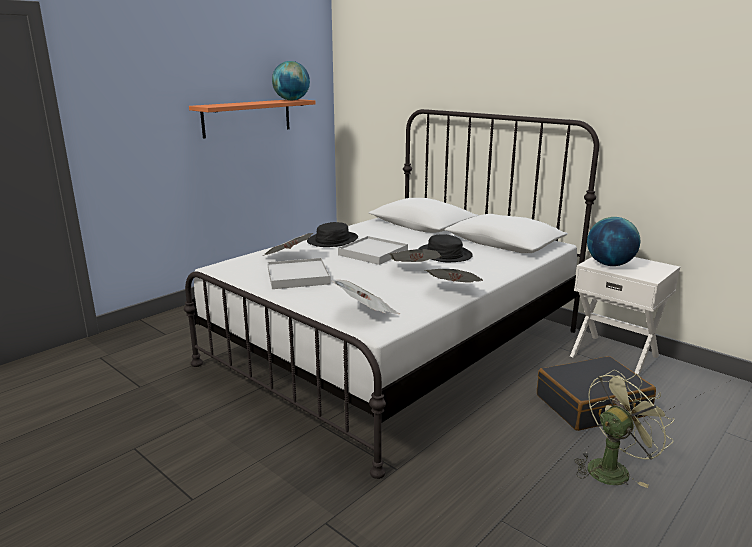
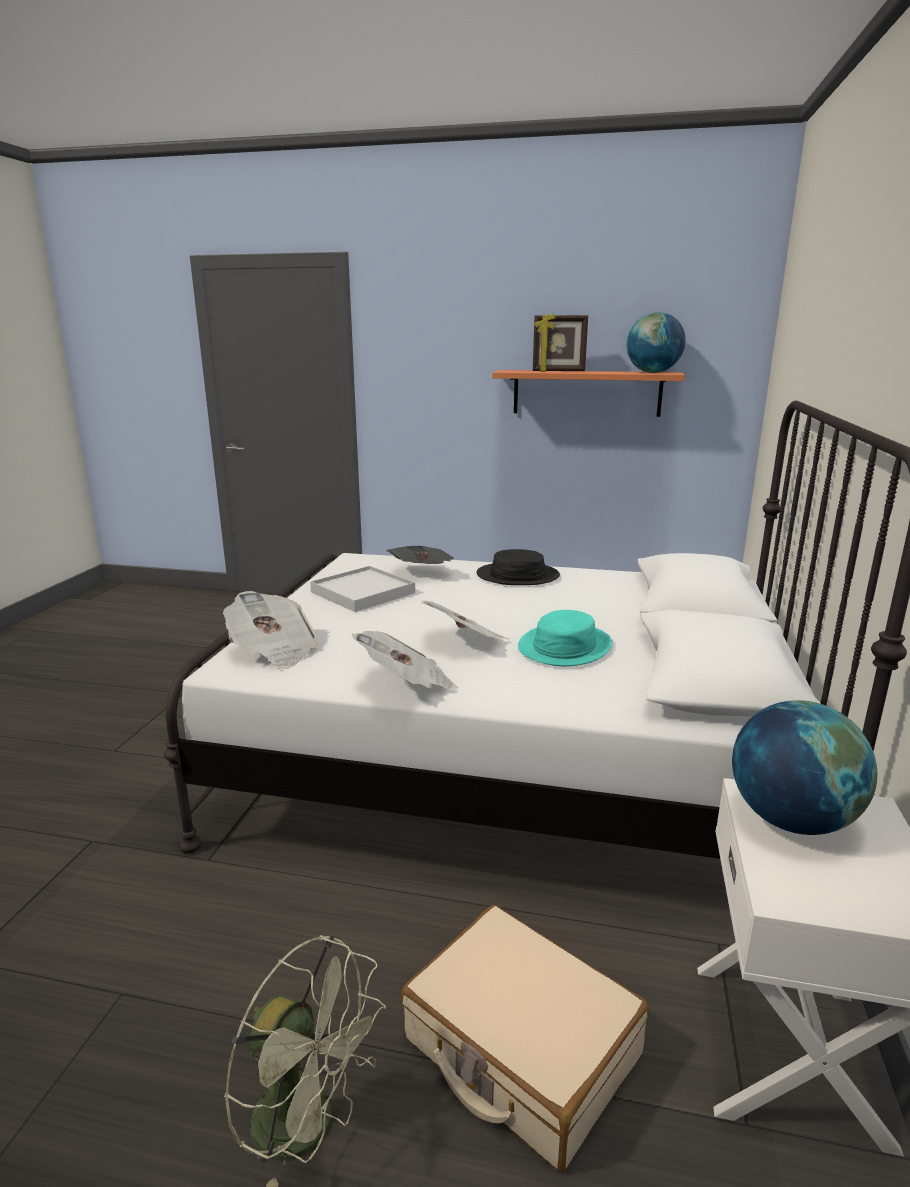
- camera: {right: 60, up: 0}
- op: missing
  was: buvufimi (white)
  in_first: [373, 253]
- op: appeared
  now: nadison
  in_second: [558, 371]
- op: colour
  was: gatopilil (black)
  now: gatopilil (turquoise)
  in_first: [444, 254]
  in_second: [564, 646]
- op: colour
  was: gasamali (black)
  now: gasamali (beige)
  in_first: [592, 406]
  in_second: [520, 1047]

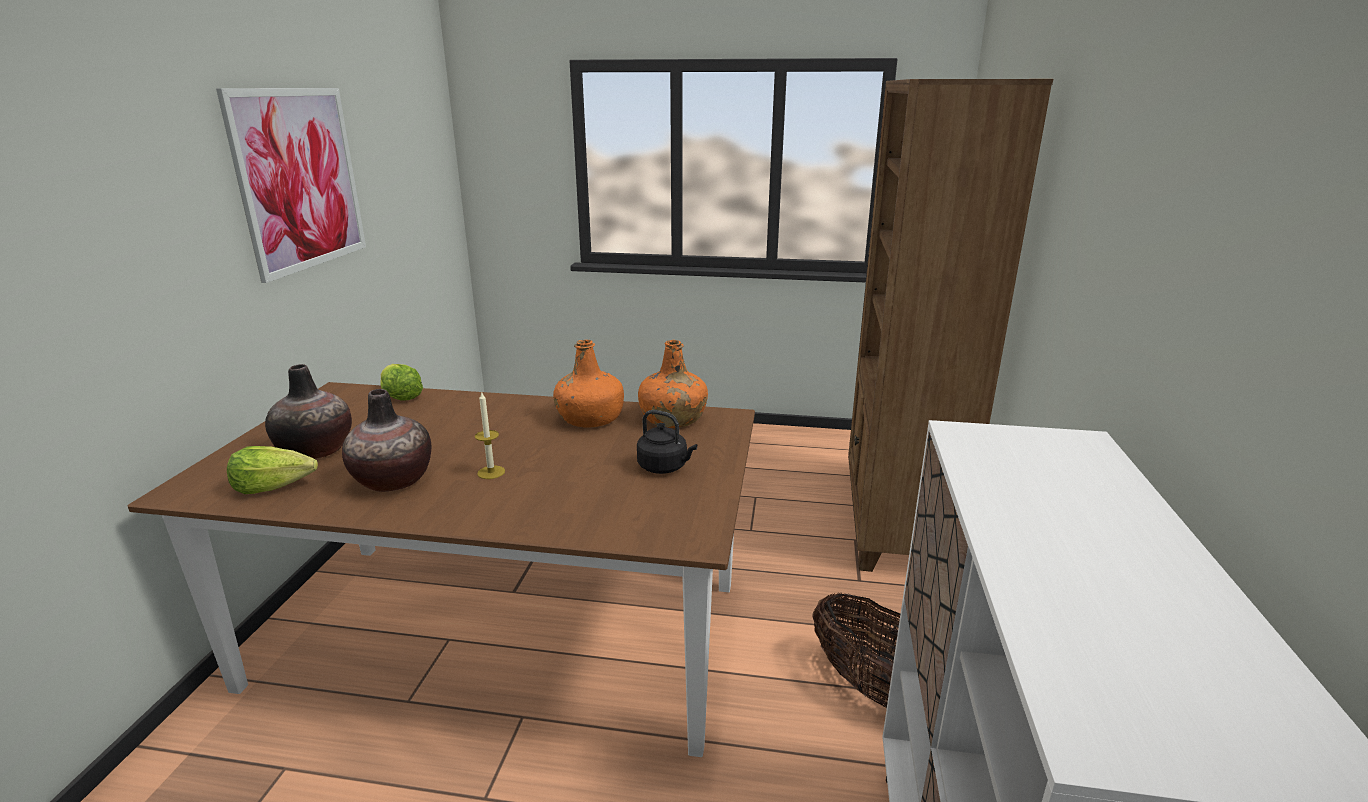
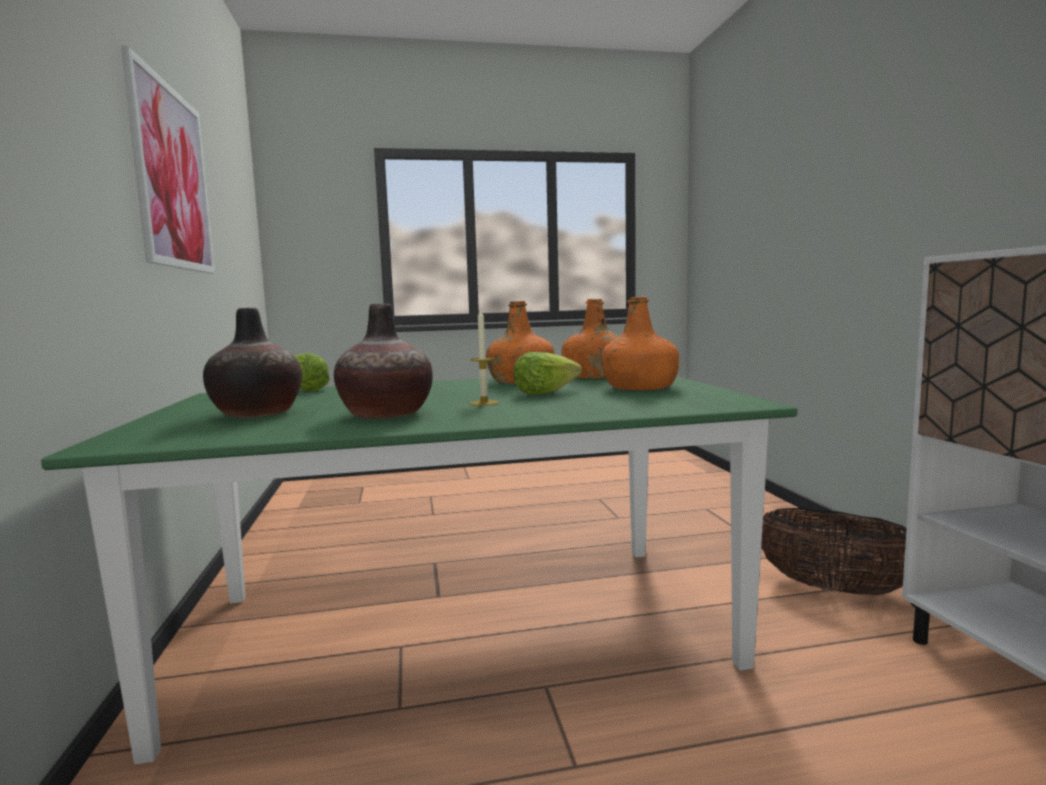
- camera: {right: -20, up: -15}
- op: missing
  was: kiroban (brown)
  in_first: [896, 522]
- op: relocated
  was: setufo
  in_first: [274, 486]
  in_second: [545, 392]
- op: exchanged
  was: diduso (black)
  now: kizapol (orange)
  in_first: [665, 467]
  in_second: [640, 388]
- op: colour
  was: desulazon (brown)
  now: desulazon (green)
  in_first: [505, 633]
  in_second: [460, 628]

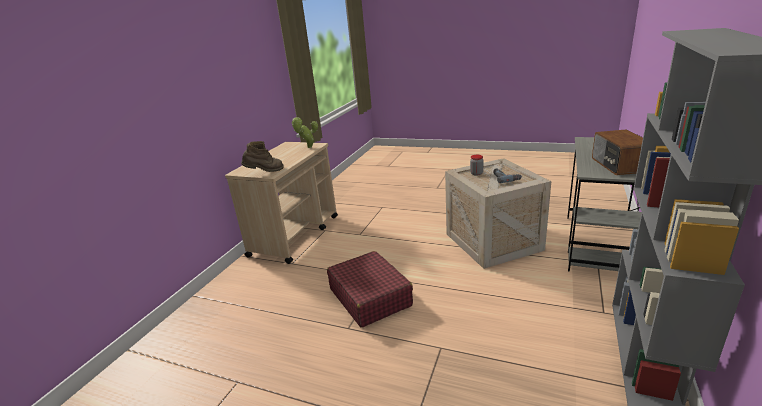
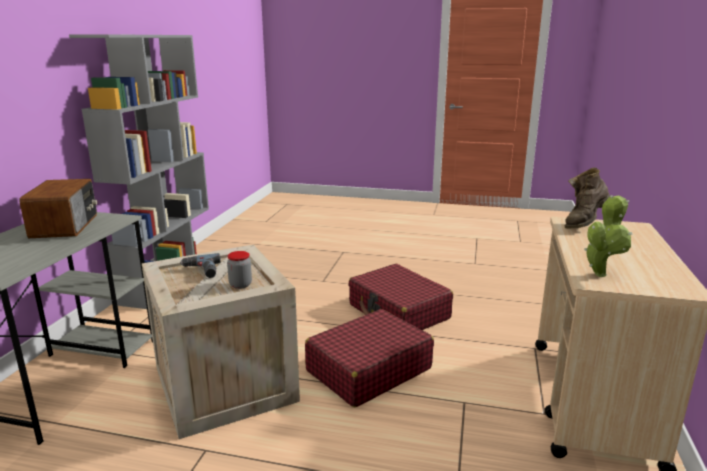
- camera: {right: 170, up: -5}
- op: appeared
  now: gasamali (red)
  in_second: [368, 370]

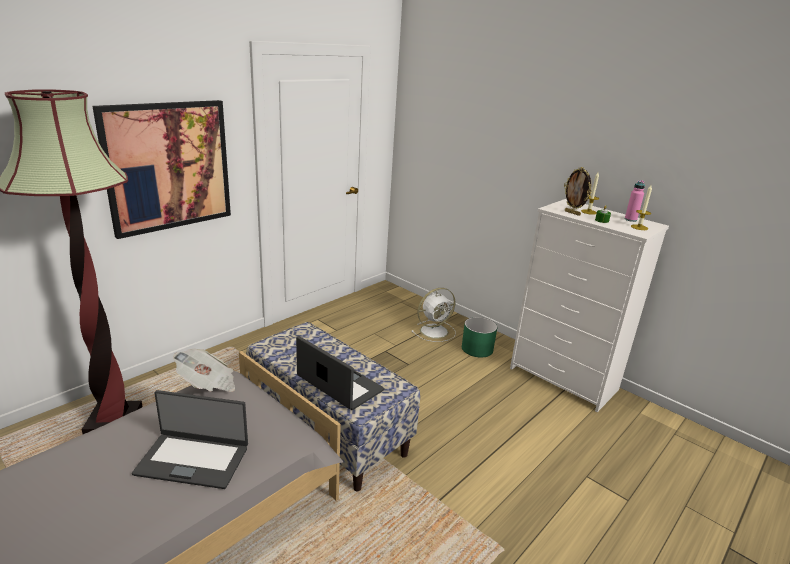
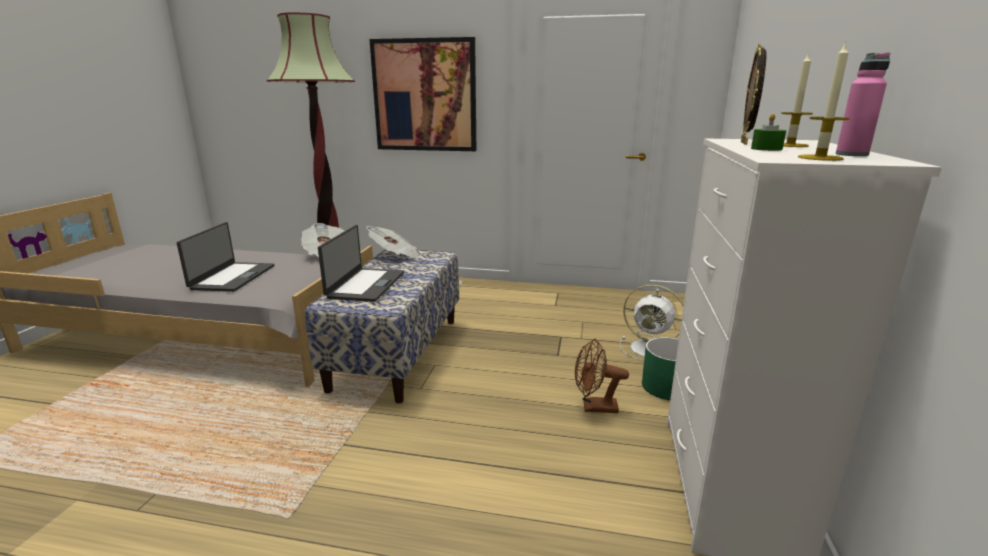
- camera: {right: 60, up: -5}
- op: appeared
  now: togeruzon
  in_second: [395, 255]
- op: appeared
  now: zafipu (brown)
  in_second: [594, 407]
- op: spun
  was: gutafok
  in_first: [193, 459]
  in_second: [232, 277]
  clockwise: -150

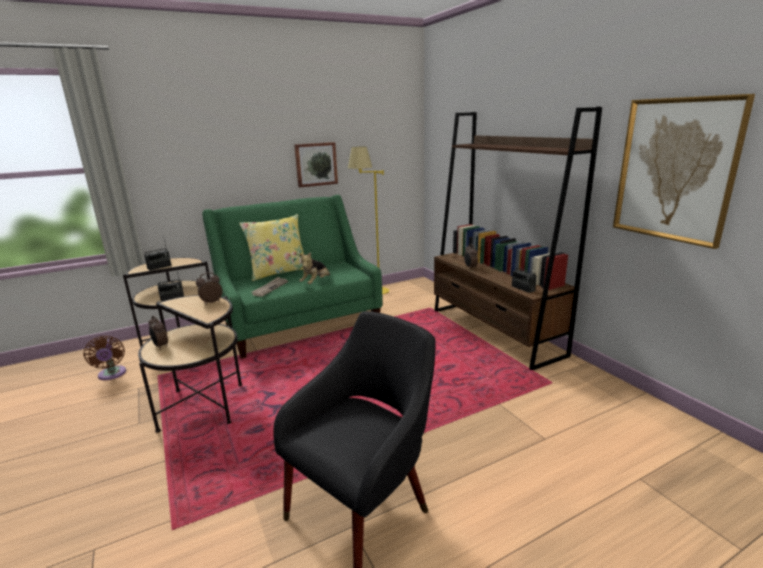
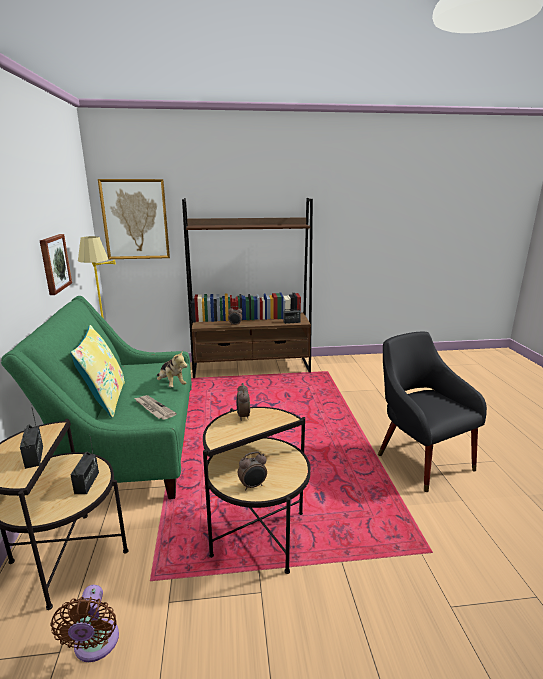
- camera: {right: -70, up: 0}
- op: relocated
  was: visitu
  in_first: [675, 170]
  in_second: [135, 219]
- op: spun
  was: zafipu (brown)
  in_first: [112, 375]
  in_second: [95, 645]
  clockwise: 90

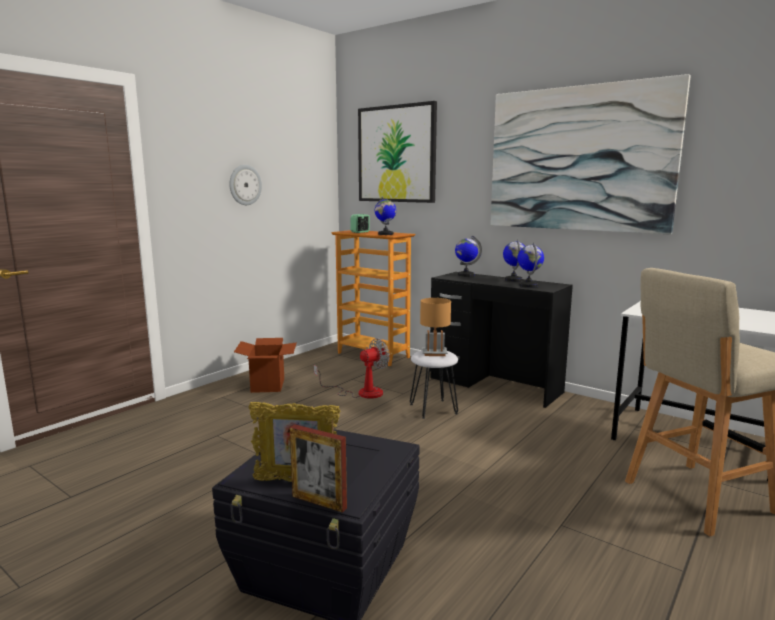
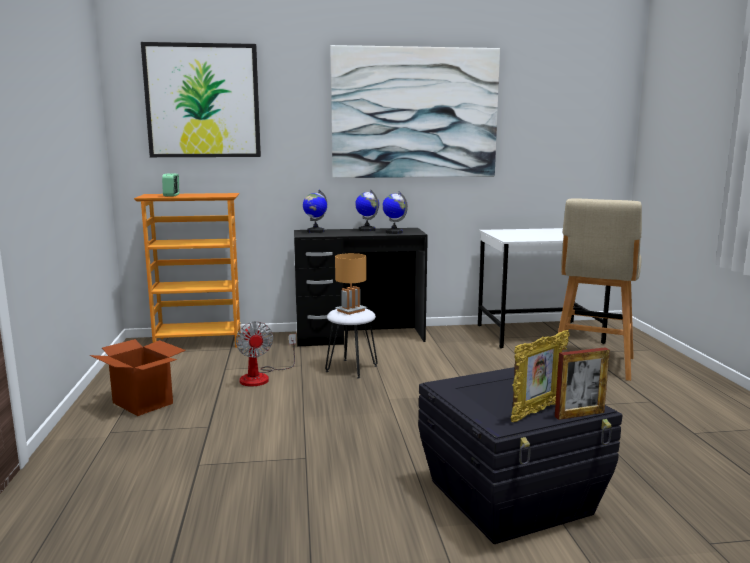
- camera: {right: -45, up: 0}
- op: missing
  was: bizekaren
  in_first: [245, 185]
- op: missing
  was: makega
  in_first: [385, 234]
- op: spun
  was: zafipu
  in_first: [361, 392]
  in_second: [261, 377]
  clockwise: 150

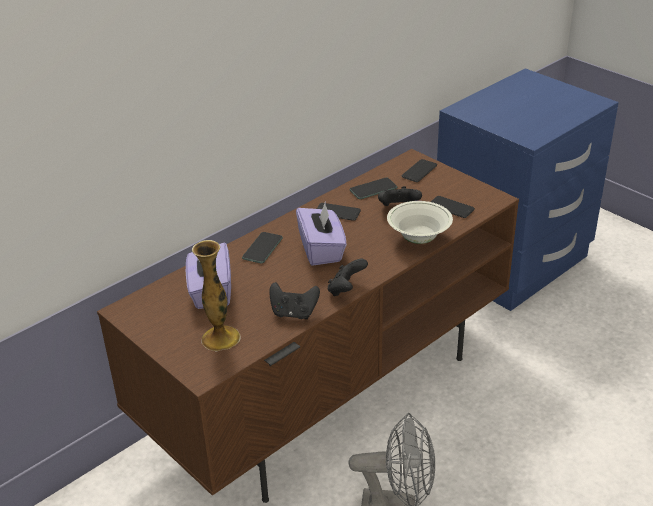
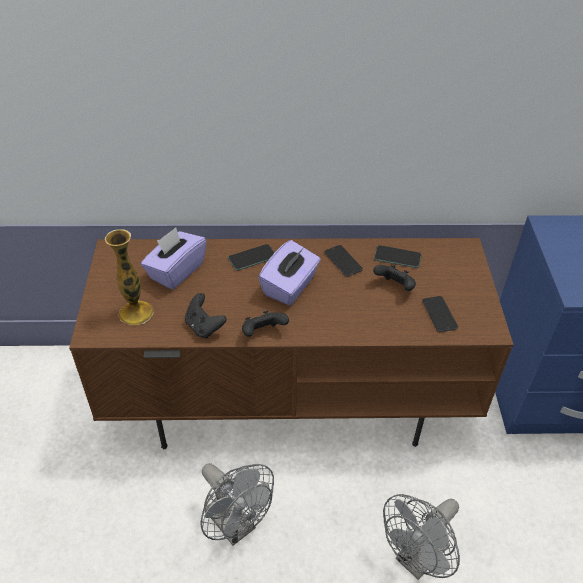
- camera: {right: 40, up: 10}
- op: missing
  was: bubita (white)
  in_first: [419, 239]
- op: missing
  was: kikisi
  in_first: [419, 171]
- op: appeared
  now: zafipu (grey)
  in_second: [417, 560]

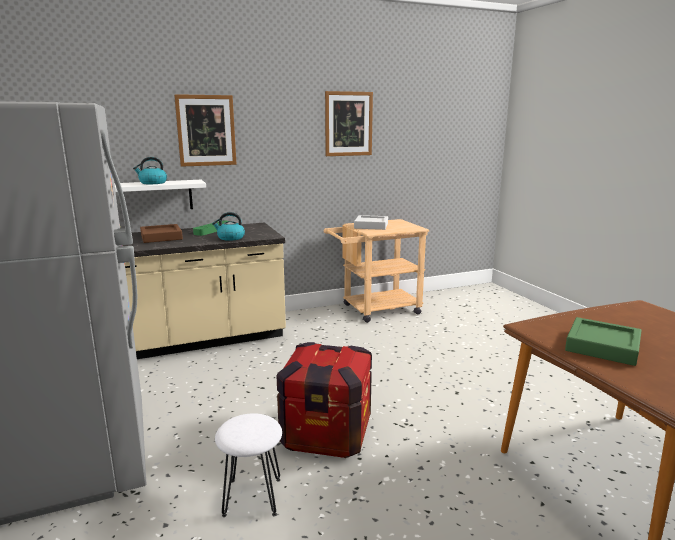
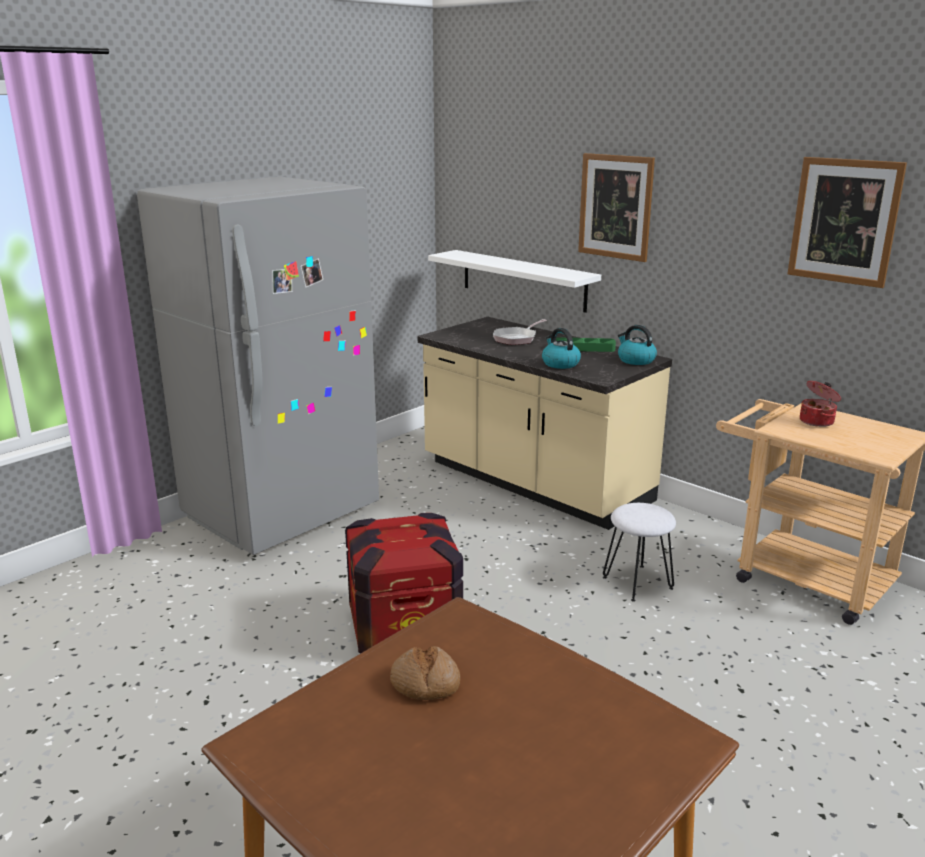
- camera: {right: 65, up: 5}
- op: relocated
  was: diduso
  in_first: [152, 183]
  in_second: [635, 360]
- op: relocated
  was: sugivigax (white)
  in_first: [253, 496]
  in_second: [638, 583]
- op: exchanged
  was: buvufimi (brown)
  now: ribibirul
  in_first: [161, 237]
  in_second: [517, 338]
- op: exchanged
  was: buvufimi (grey)
  now: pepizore
  in_first: [371, 226]
  in_second: [817, 421]
- op: exchanged
  was: buvufimi (green)
  now: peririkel
  in_first: [602, 346]
  in_second: [425, 683]

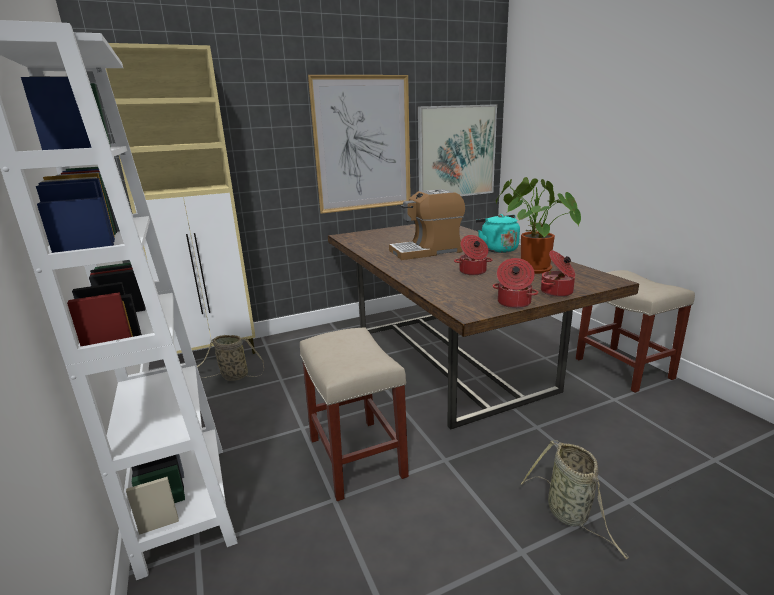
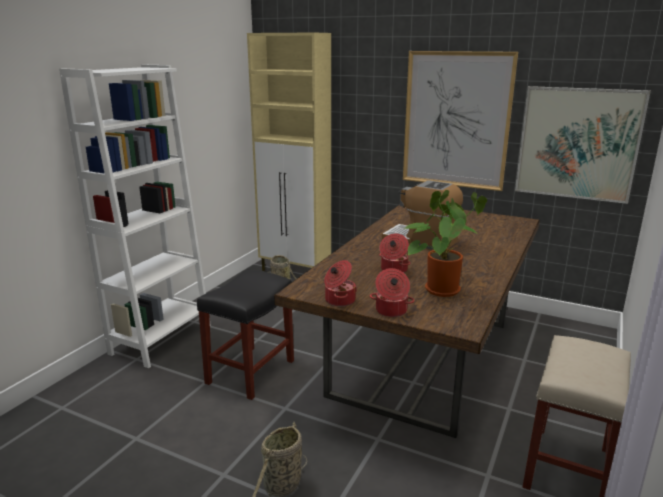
- camera: {right: 50, up: 0}
- op: missing
  was: diduso (turquoise)
  in_first: [497, 249]
- op: colour
  was: sugivigax (beige)
  now: sugivigax (black)
  in_first: [355, 456]
  in_second: [251, 371]

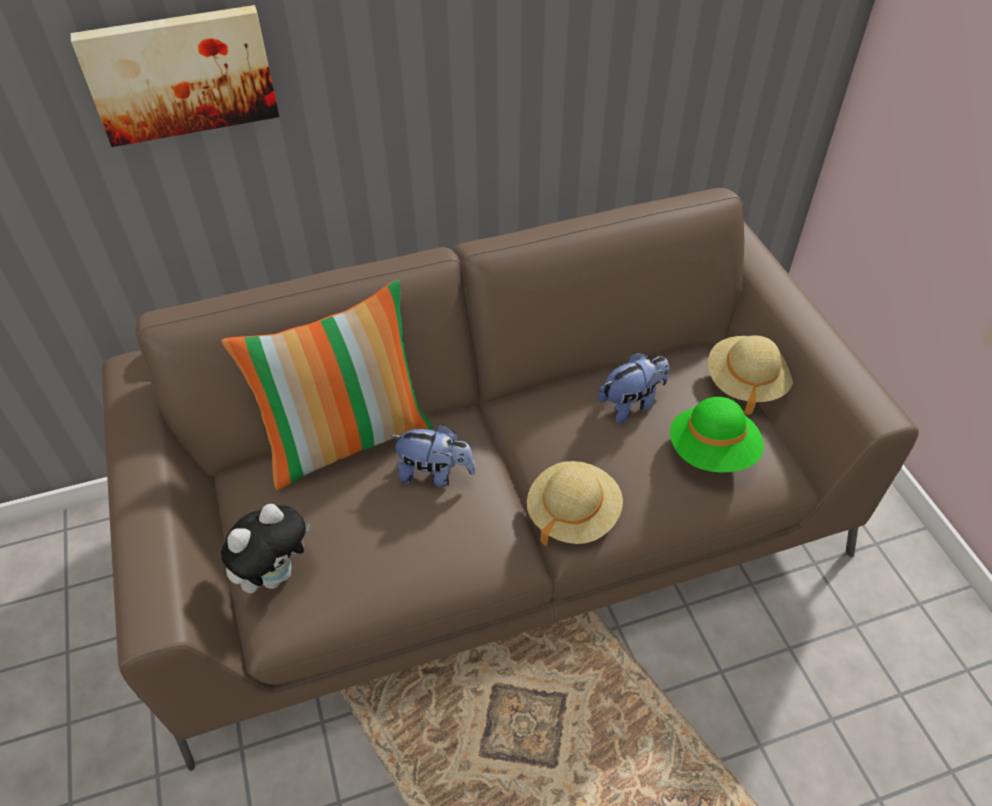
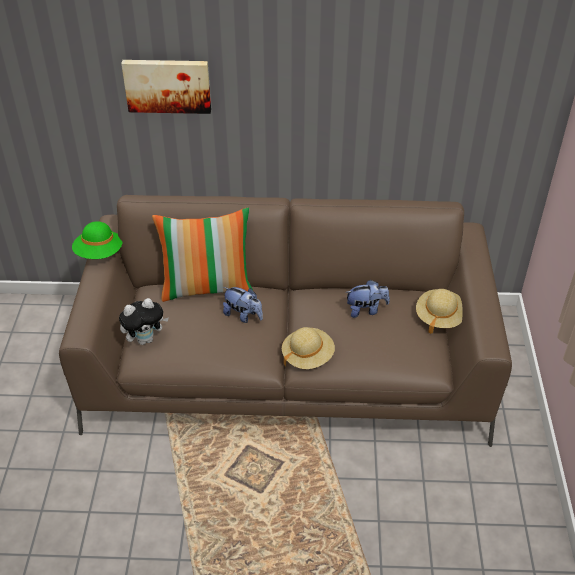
- camera: {right: 20, up: -5}
- op: relocated
  was: gatopilil (green)
  in_first: [712, 452]
  in_second: [99, 253]

